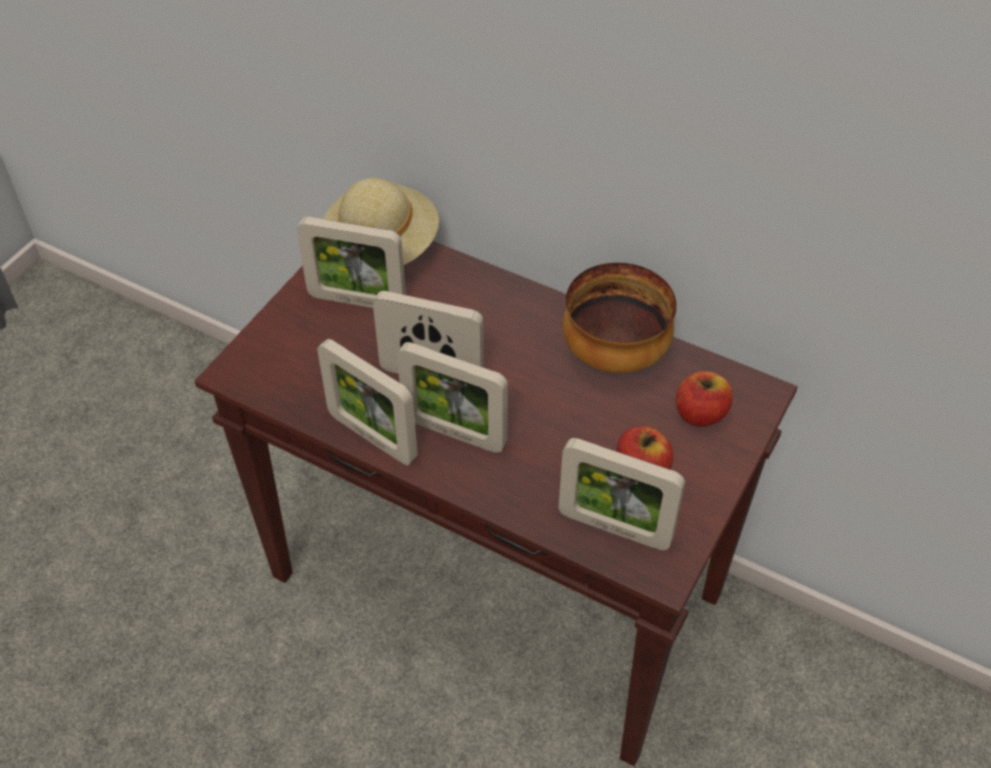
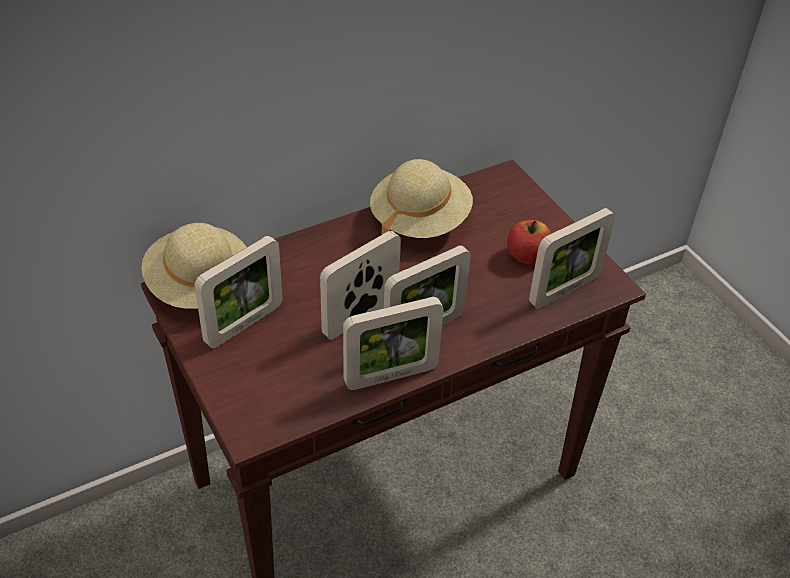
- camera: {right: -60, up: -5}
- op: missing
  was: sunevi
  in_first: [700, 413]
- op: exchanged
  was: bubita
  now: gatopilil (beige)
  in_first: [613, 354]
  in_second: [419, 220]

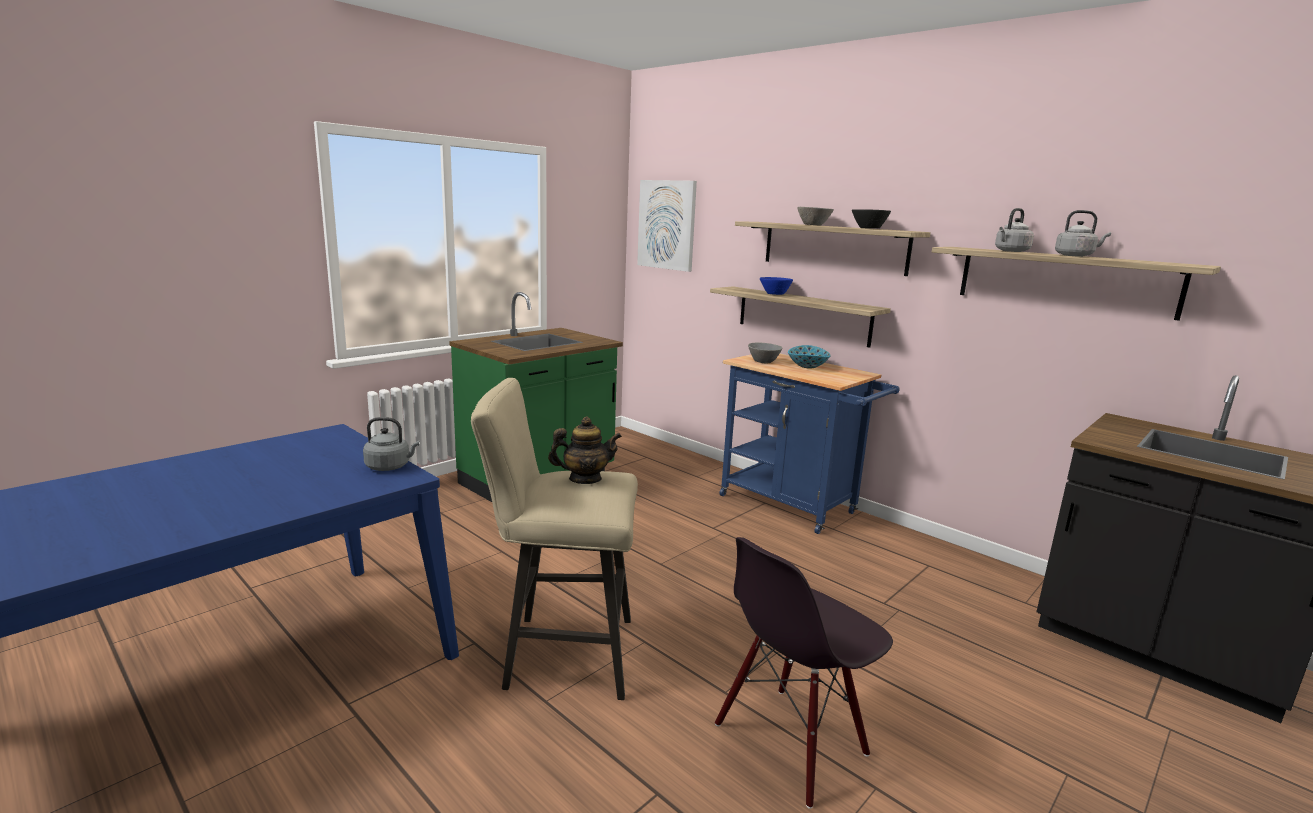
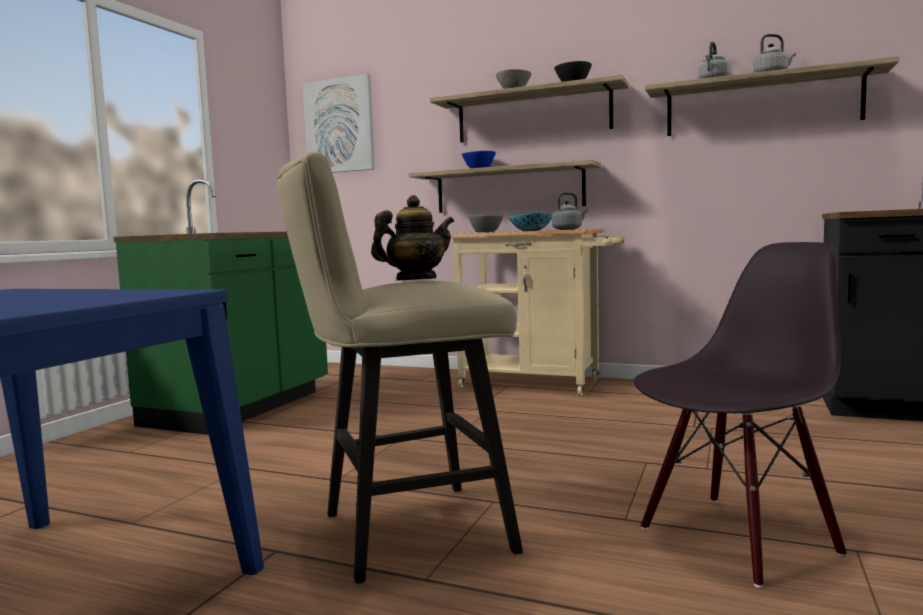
- camera: {right: -20, up: -10}
- op: relocated
  was: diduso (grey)
  in_first: [390, 467]
  in_second: [568, 229]
- op: colour
  was: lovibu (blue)
  now: lovibu (beige)
  in_first: [794, 507]
  in_second: [538, 384]
- op: spun
  was: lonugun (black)
  in_first: [791, 742]
  in_second: [736, 539]
  clockwise: -150

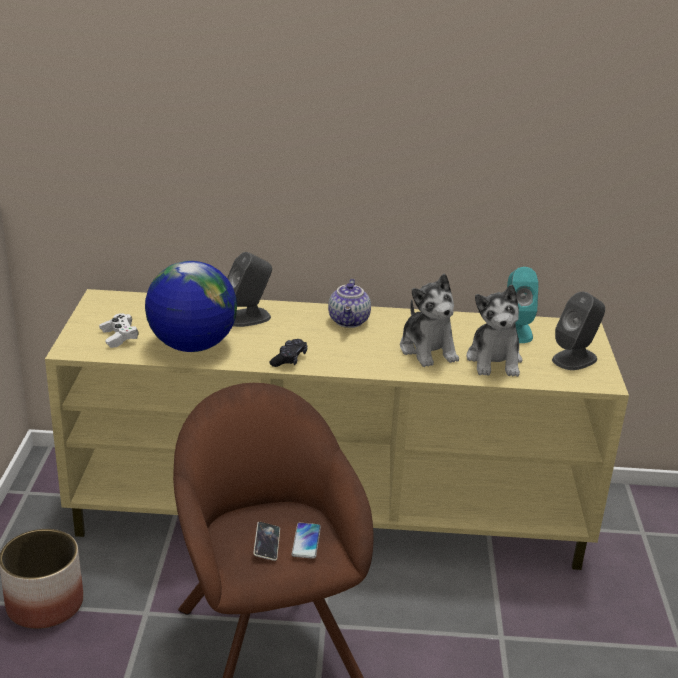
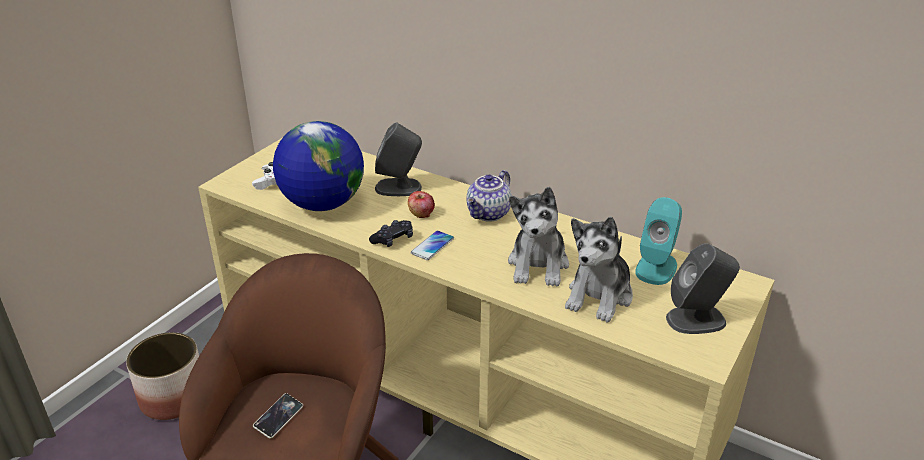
- camera: {right: 30, up: 5}
- op: appeared
  now: sunevi
  in_second: [421, 214]
- op: relocated
  was: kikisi
  in_first: [306, 541]
  in_second: [432, 246]

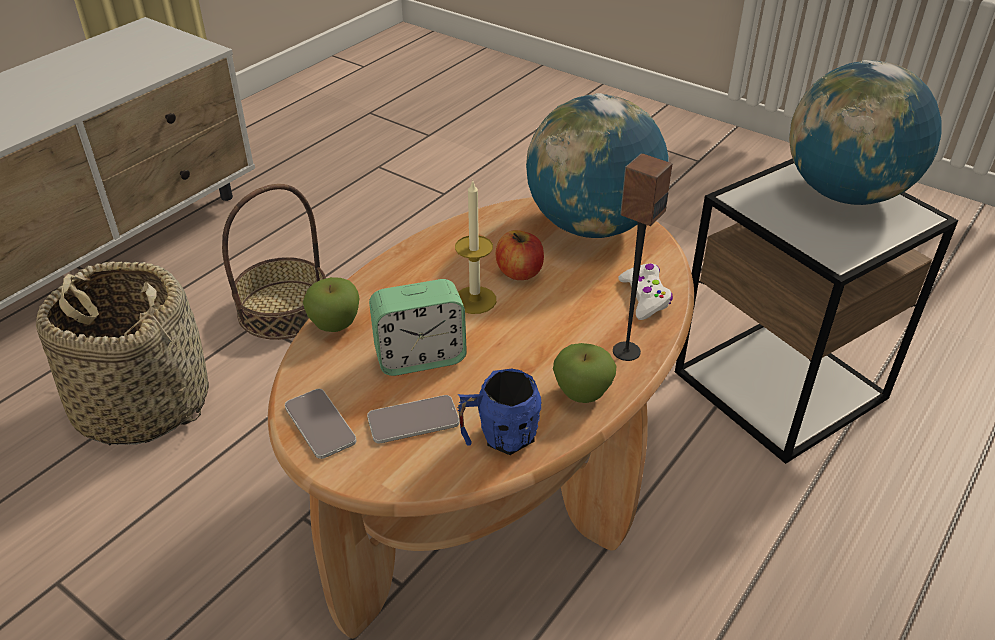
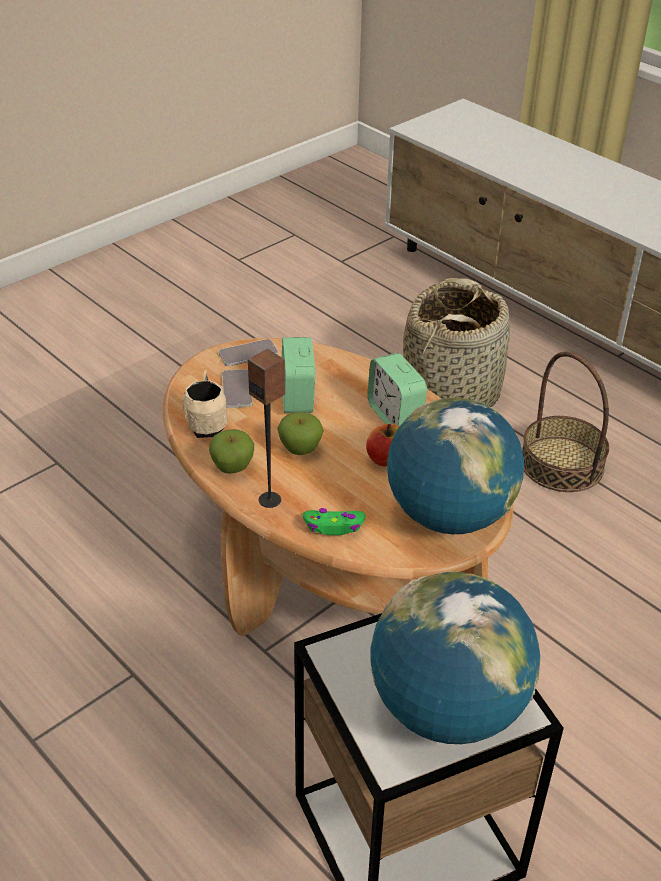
- camera: {right: 100, up: 0}
- op: missing
  was: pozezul
  in_first: [475, 300]
- op: appeared
  now: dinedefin
  in_second: [395, 416]
- op: relocated
  was: sunevi
  in_first: [335, 325]
  in_second: [300, 449]
- op: colour
  was: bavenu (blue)
  now: bavenu (beige)
  in_first: [499, 437]
  in_second: [207, 423]
- op: colour
  was: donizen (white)
  now: donizen (green)
  in_first: [645, 297]
  in_second: [334, 526]

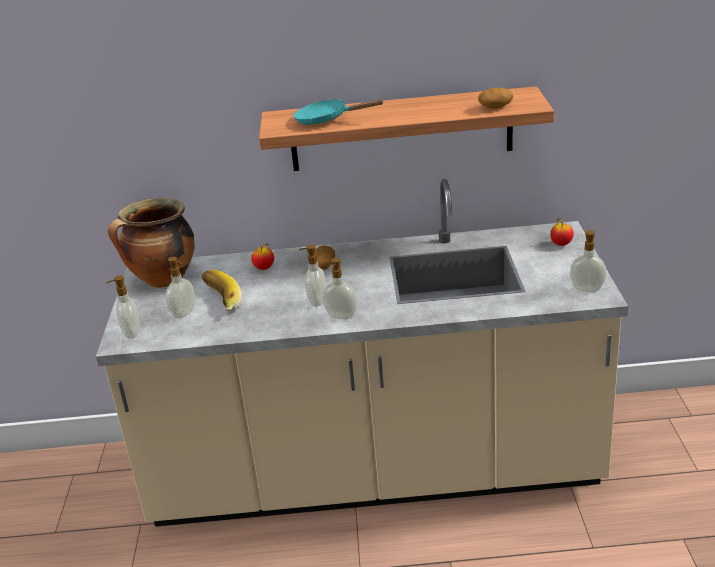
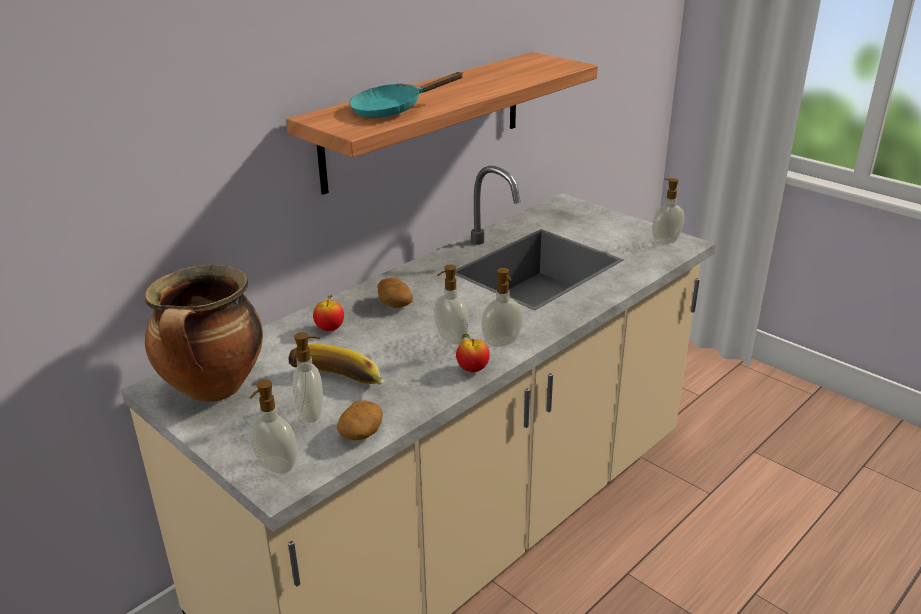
- camera: {right: -45, up: 0}
- op: relocated
  was: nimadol
  in_first: [495, 107]
  in_second: [361, 433]
- op: relocated
  was: sunevi
  in_first: [561, 244]
  in_second: [472, 369]

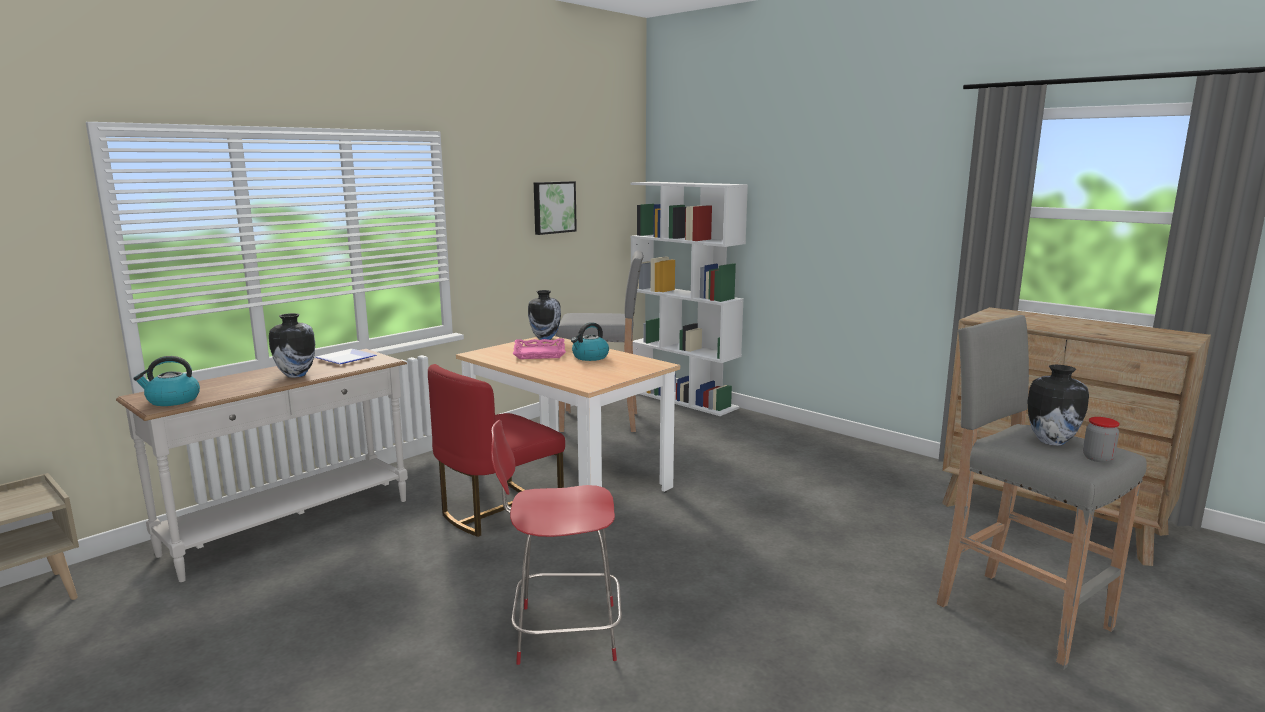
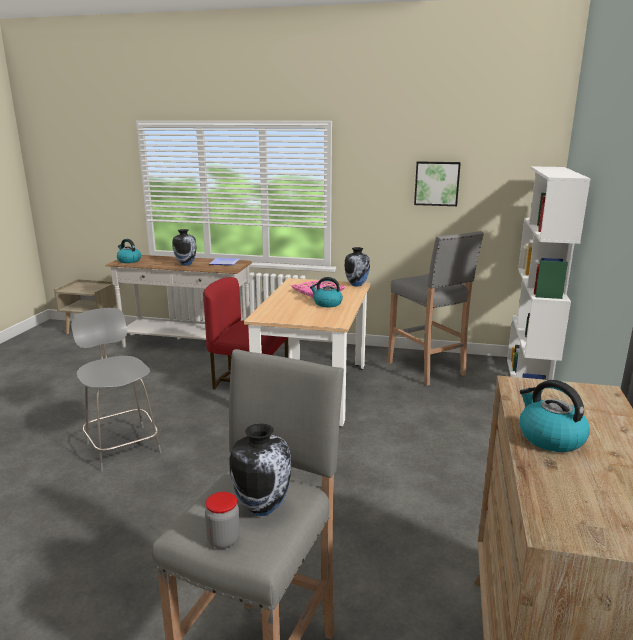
- camera: {right: 60, up: 5}
- op: appeared
  now: diduso
  in_second: [550, 437]
- op: colour
  was: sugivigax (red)
  now: sugivigax (grey)
  in_first: [562, 633]
  in_second: [122, 446]

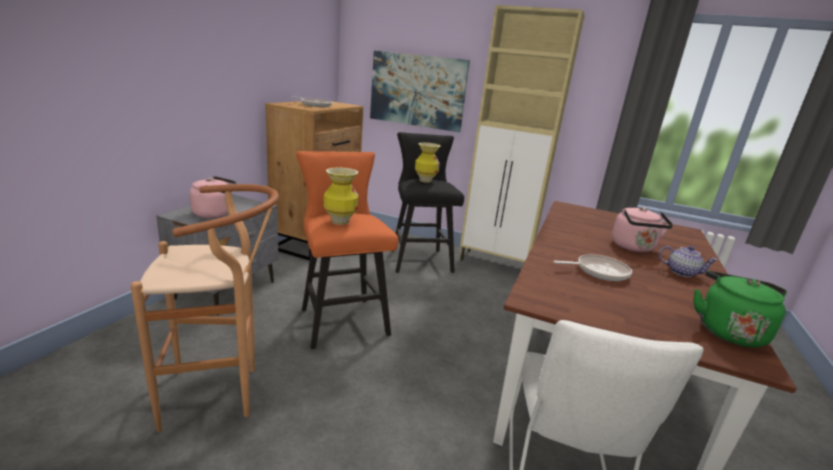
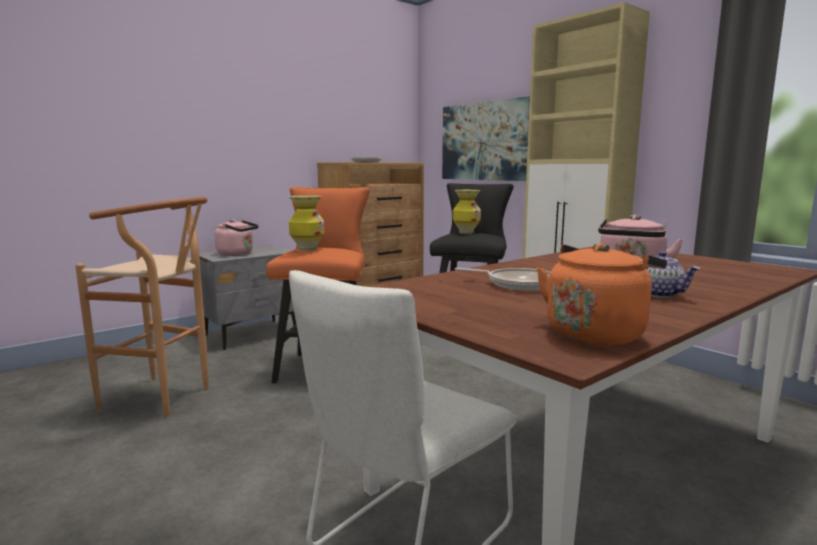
- camera: {right: 30, up: -10}
- op: colour
  was: diduso (green)
  now: diduso (orange)
  in_first: [728, 331]
  in_second: [596, 333]

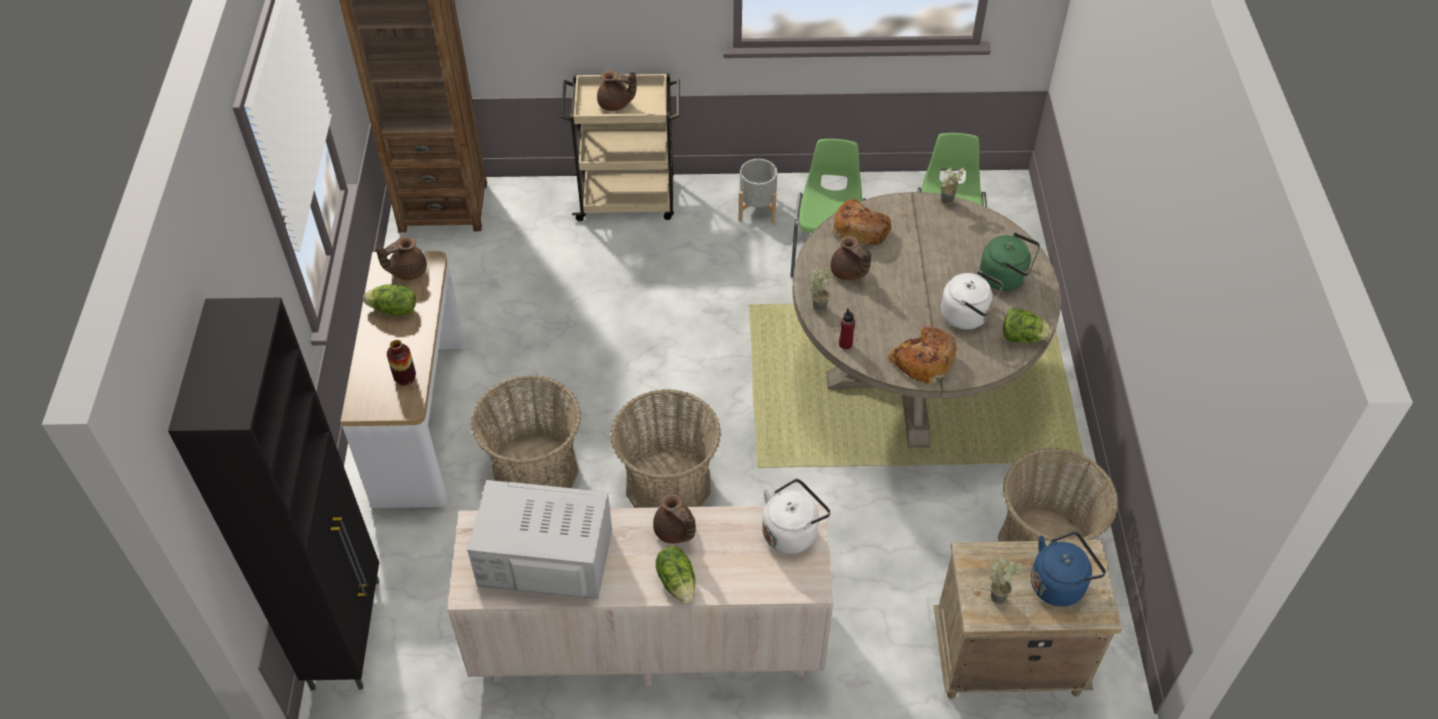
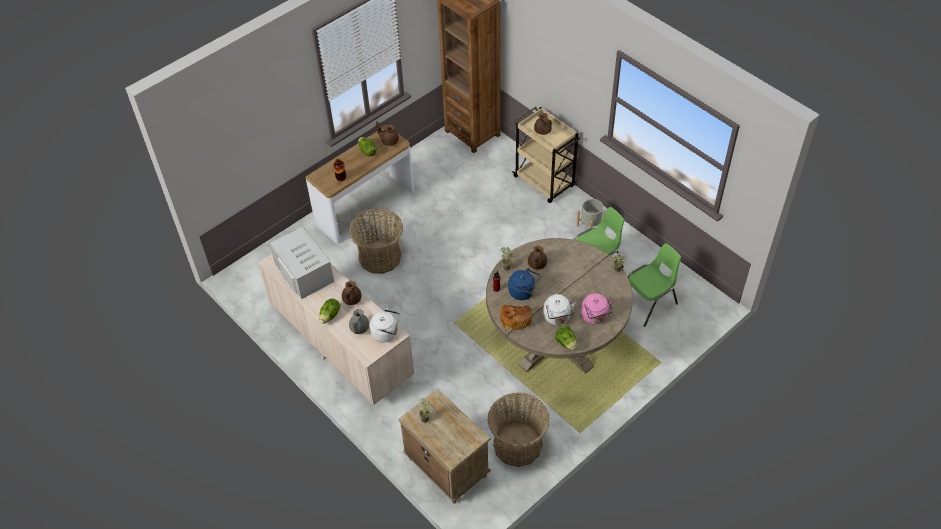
- camera: {right: 50, up: 0}
- op: missing
  was: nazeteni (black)
  in_first: [347, 632]
- op: missing
  was: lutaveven
  in_first: [668, 484]
- op: missing
  was: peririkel
  in_first: [860, 229]
- op: appeared
  now: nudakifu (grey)
  in_second: [359, 328]
- op: relocated
  was: diduso (blue)
  in_first: [1059, 583]
  in_second: [523, 292]
- op: colour
  was: diduso (green)
  now: diduso (pink)
  in_first: [1006, 277]
  in_second: [595, 317]

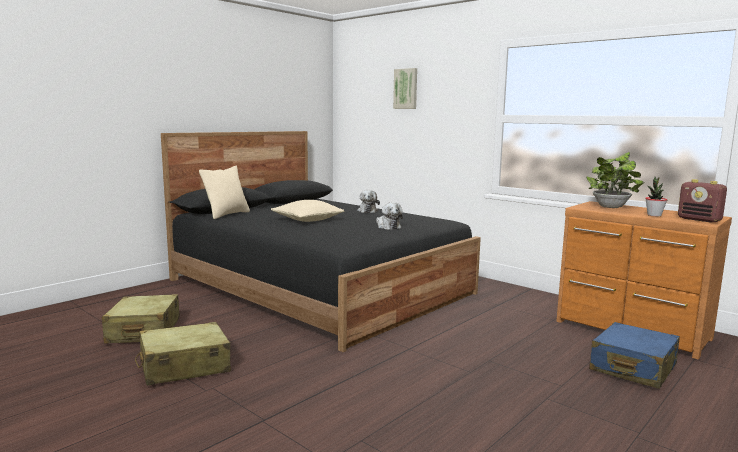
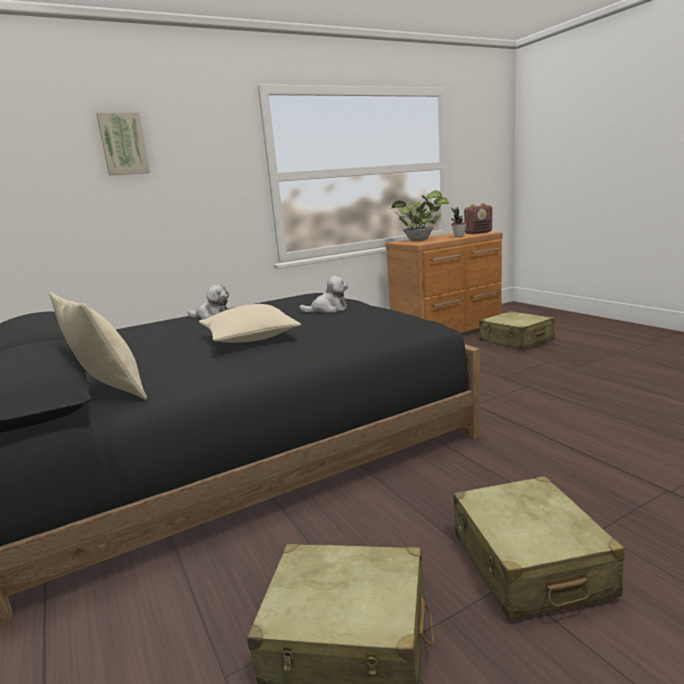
- camera: {right: -70, up: 5}
- op: colour
  was: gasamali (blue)
  now: gasamali (beige)
  in_first: [633, 368]
  in_second: [516, 341]

